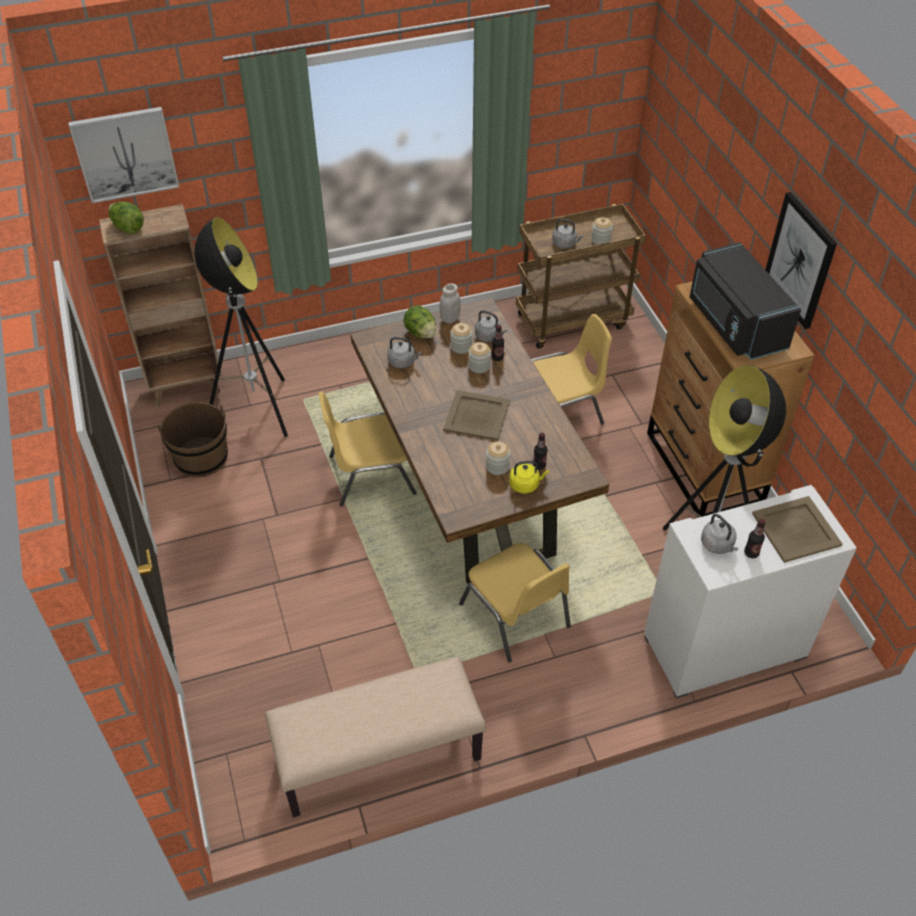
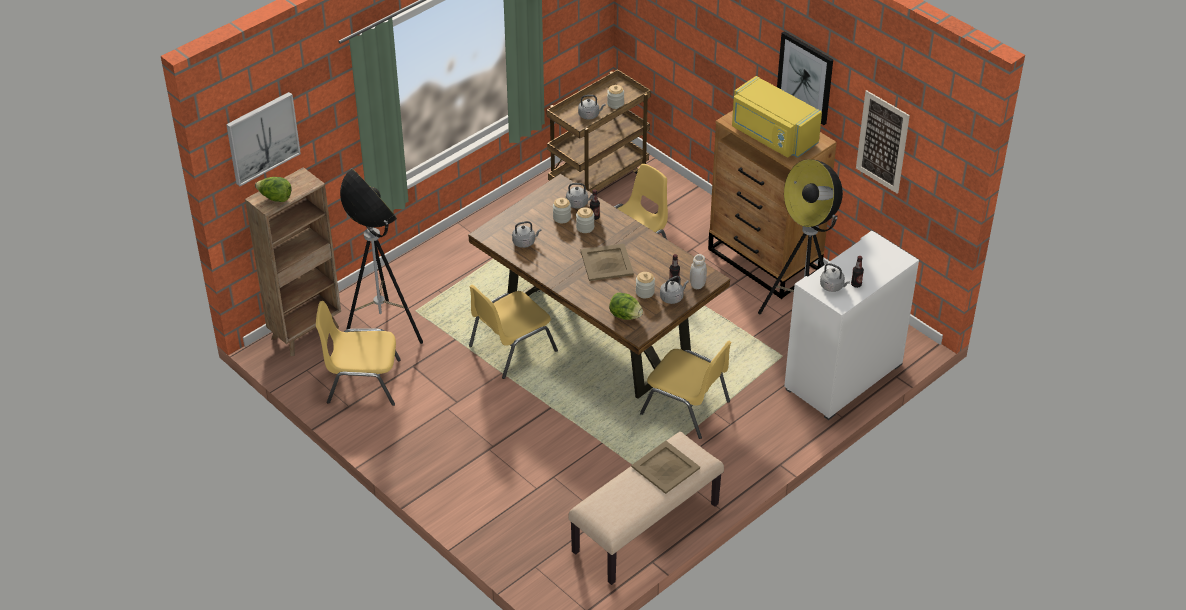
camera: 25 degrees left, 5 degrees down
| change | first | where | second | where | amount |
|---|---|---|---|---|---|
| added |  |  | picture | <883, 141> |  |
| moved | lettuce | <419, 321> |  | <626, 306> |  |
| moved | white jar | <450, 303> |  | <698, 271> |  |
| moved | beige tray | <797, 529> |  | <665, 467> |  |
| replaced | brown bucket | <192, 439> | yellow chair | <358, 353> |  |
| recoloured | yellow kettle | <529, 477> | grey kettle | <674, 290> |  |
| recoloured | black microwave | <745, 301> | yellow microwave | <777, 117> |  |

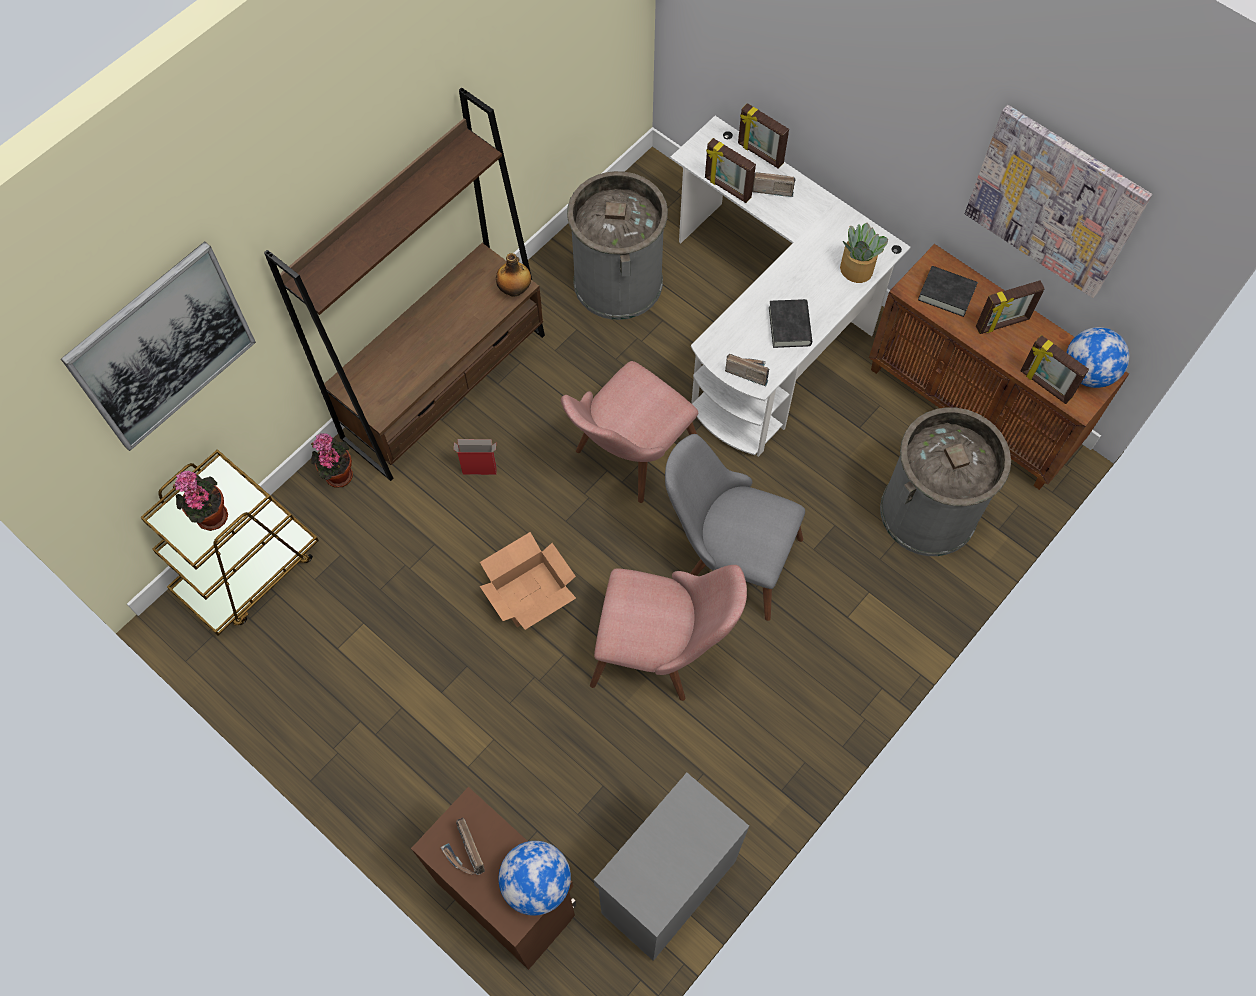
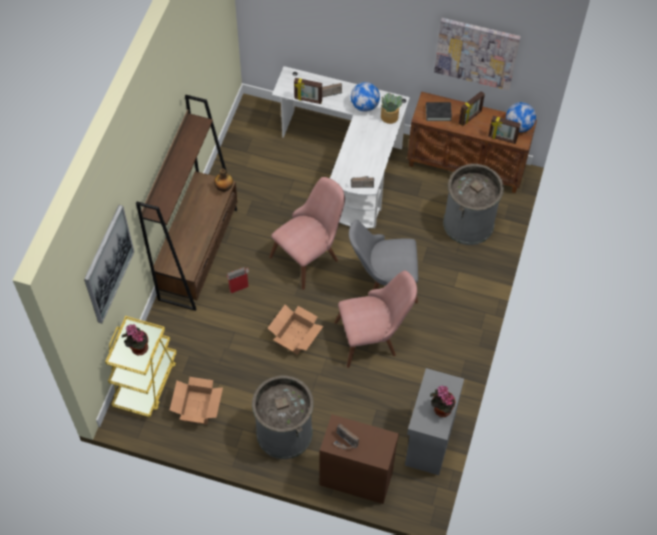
camera: 25 degrees left, 5 degrees down
| change | first | where | second | where | amount |
|---|---|---|---|---|---|
| removed | picture frame | <763, 136> |  |  |  |
| removed | black book | <790, 323> |  |  |  |
| added |  |  | cardboard box | <196, 401> |  |
| moved | potted plant | <332, 460> |  | <442, 401> |  |
| moved | globe | <535, 878> |  | <365, 97> |  |
| moved | grey trash can | <617, 245> |  | <283, 417> |  |
| recoloured | brown cart | <229, 542> | yellow cart | <141, 366> |  |
| turned | pink chair | <629, 432> |  | <307, 233> | 150 degrees counterclockwise |

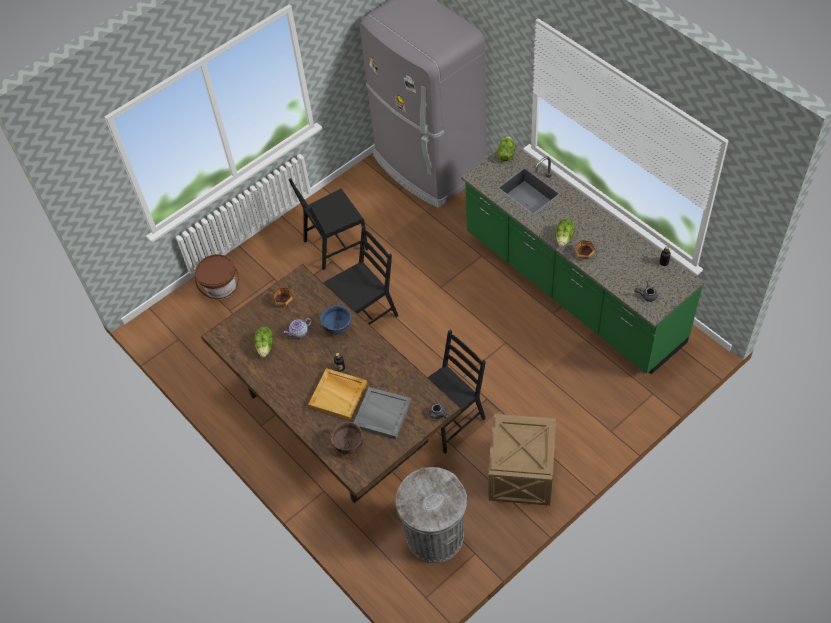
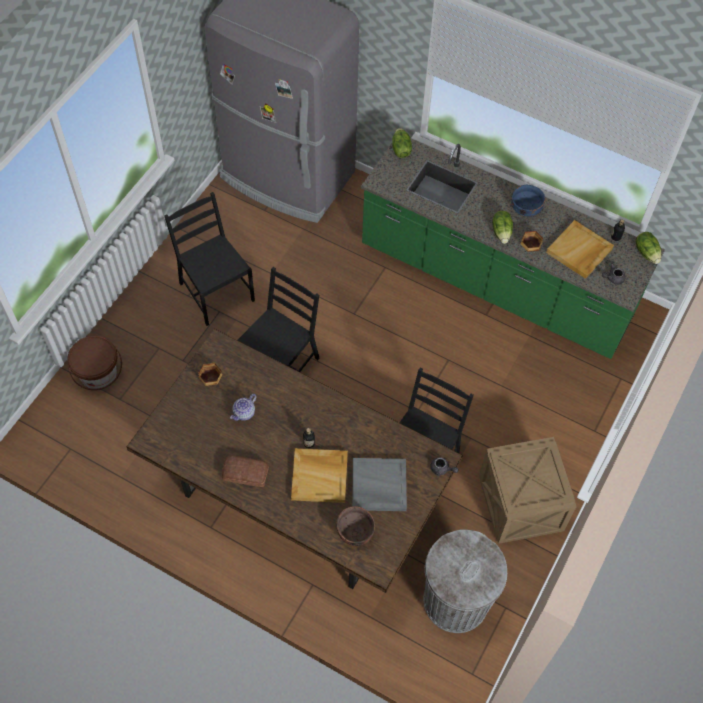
camera: 25 degrees left, 5 degrees up
| change | first | where | second | where | amount |
|---|---|---|---|---|---|
| added |  |  | bread | <245, 471> |  |
| added |  |  | beige tray | <580, 249> |  |
| moved | lettuce | <263, 342> |  | <648, 248> |  |
| moved | blue bowl | <335, 320> |  | <528, 200> |  |
| turned | black chair | <328, 224> |  | <209, 259> | 105 degrees clockwise |

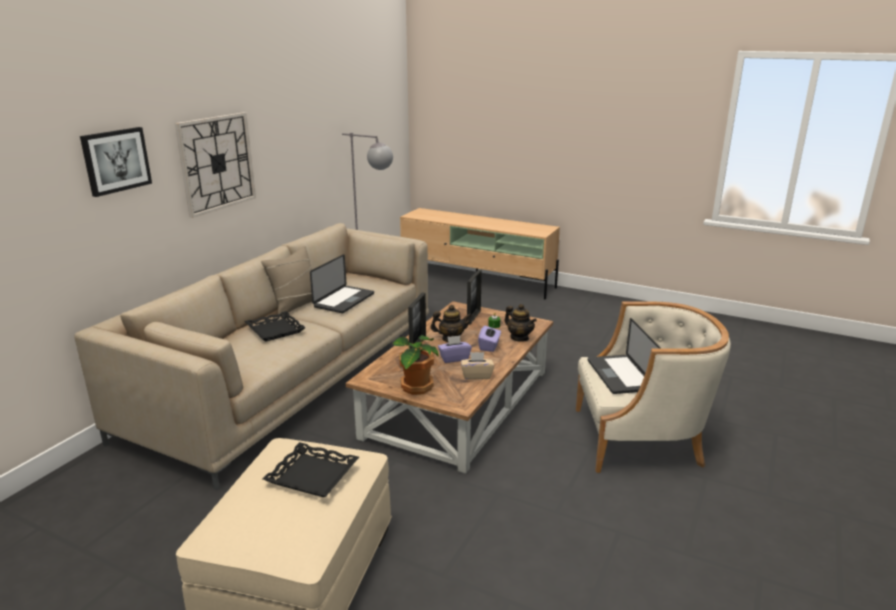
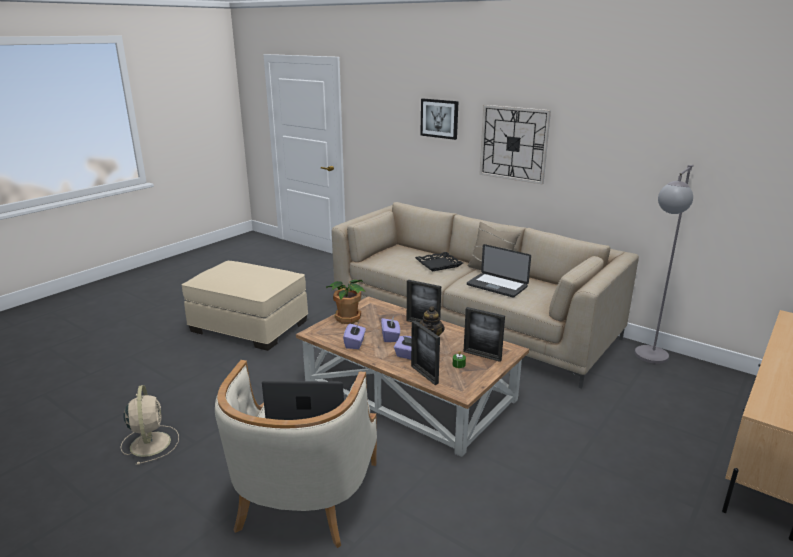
camera: 100 degrees right, 0 degrees up
| change | first | where | second | where | amount |
|---|---|---|---|---|---|
| removed | black tray | <310, 469> |  |  |  |
| added |  |  | beige fan | <149, 425> |  |
| replaced | teapot | <521, 323> | picture frame | <425, 353> |  |
| recoloured | beige tissue box | <477, 366> | purple tissue box | <354, 336> |  |

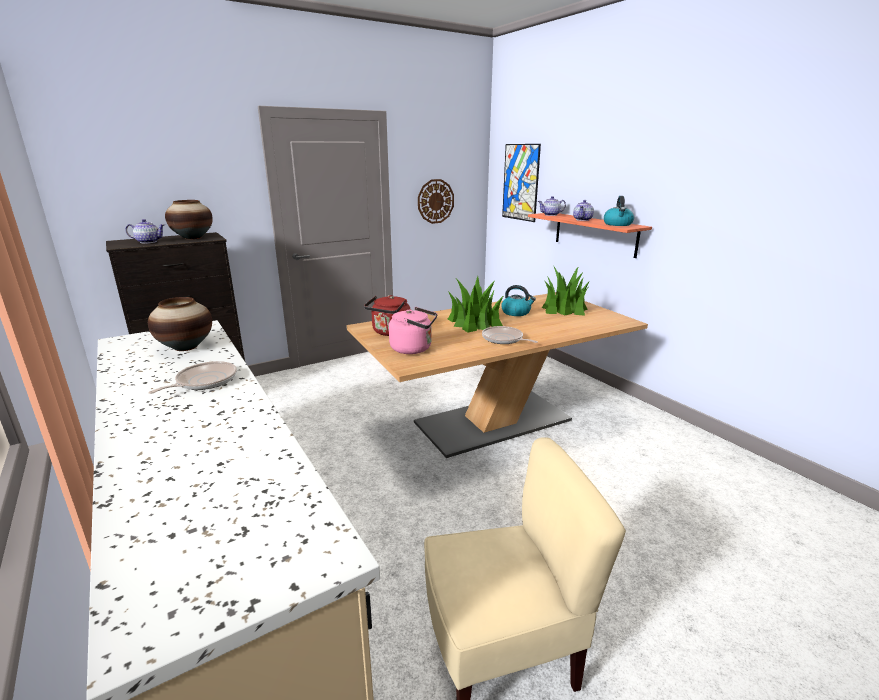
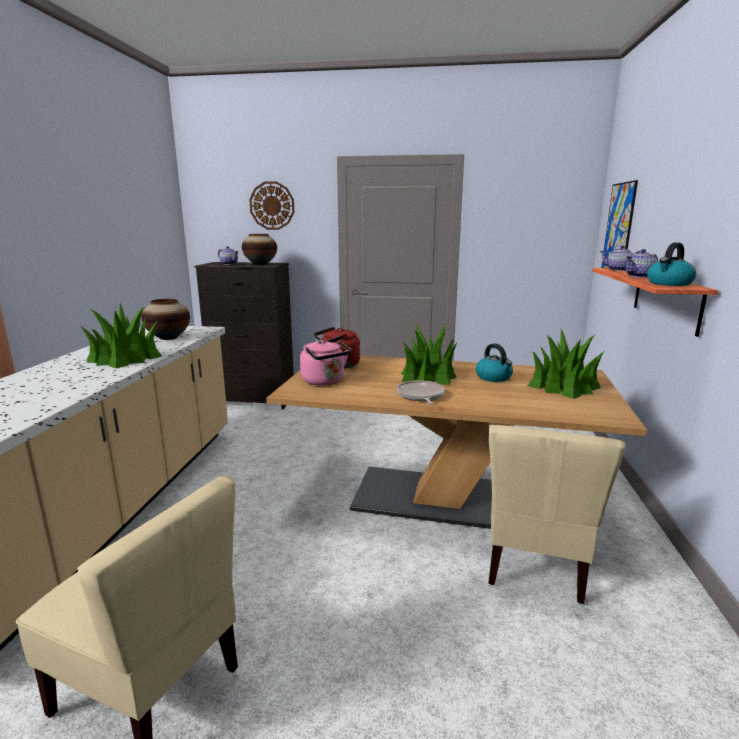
camera: 40 degrees right, 5 degrees down
| change | first | where | second | where | amount |
|---|---|---|---|---|---|
| added |  |  | beige chair | <556, 514> |  |
| moved | wall clock | <436, 201> |  | <271, 205> |  |
| replaced | frying pan | <192, 377> | potted plant | <121, 335> |  |

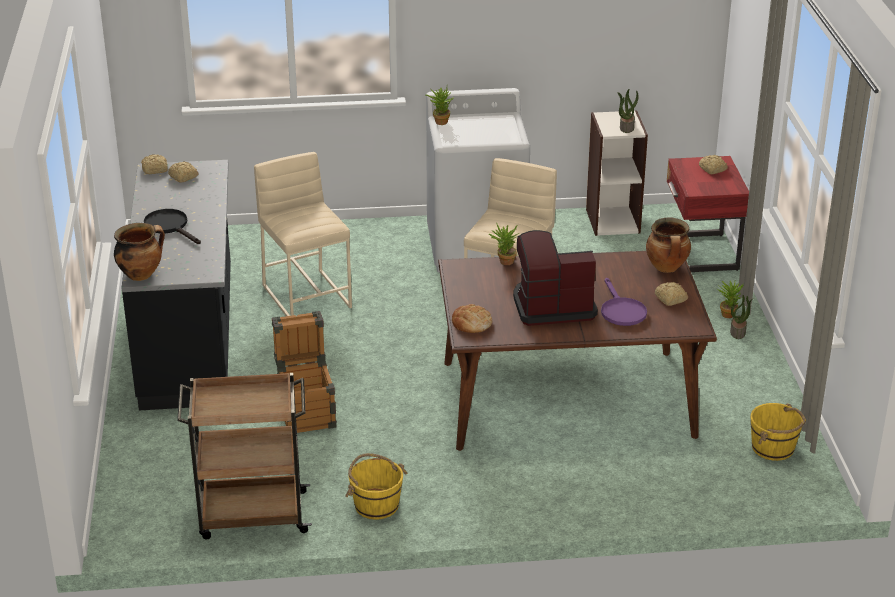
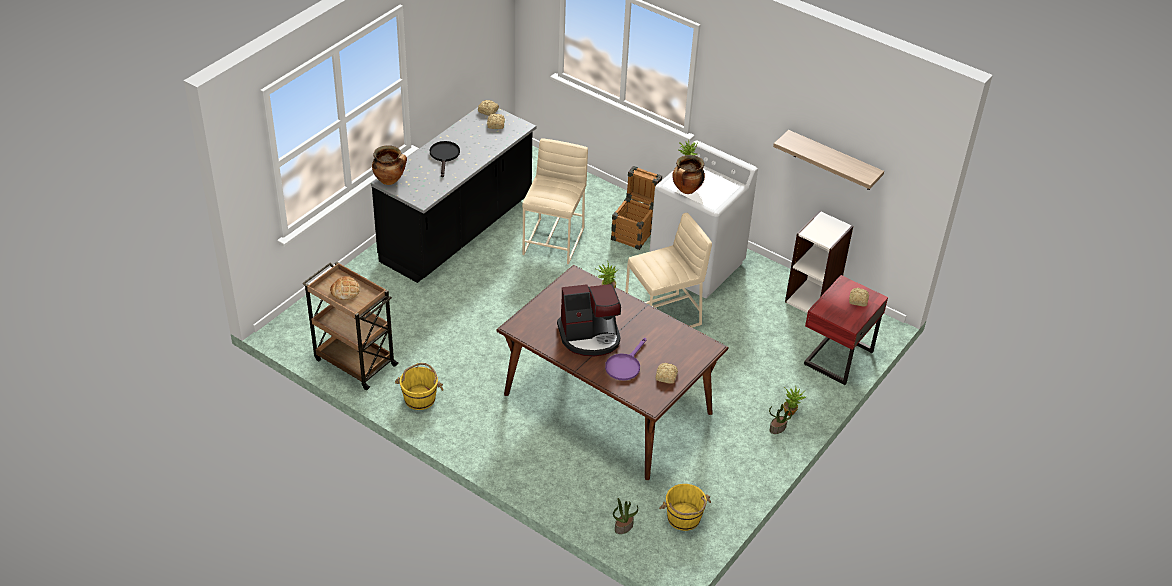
camera: 40 degrees right, 10 degrees up
| change | first | where | second | where | amount |
|---|---|---|---|---|---|
| added |  |  | shelf | <828, 160> |  |
| moved | crate | <304, 372> |  | <636, 208> |  |
| moved | bread | <472, 318> |  | <345, 288> |  |
| moved | potted plant | <628, 111> |  | <625, 516> |  |
| moved | cooking pot | <668, 245> |  | <688, 174> |  |
| turned | coffee machine | <555, 278> |  | <589, 320> | 135 degrees clockwise |

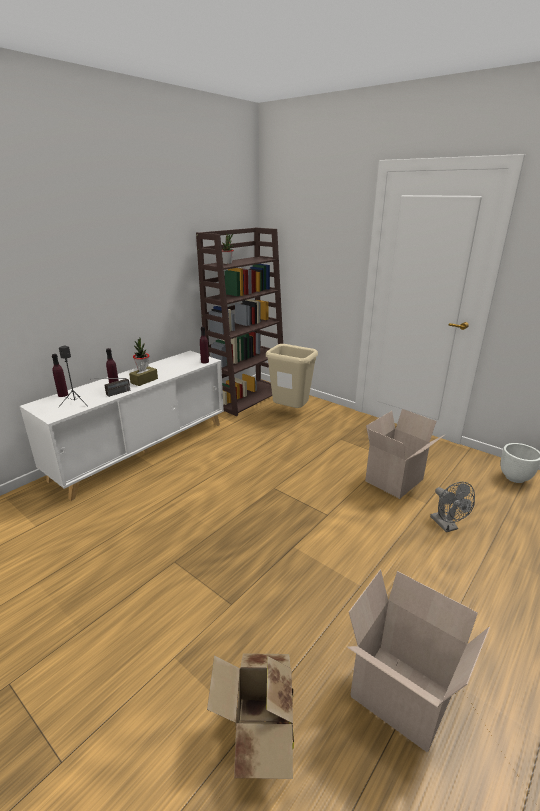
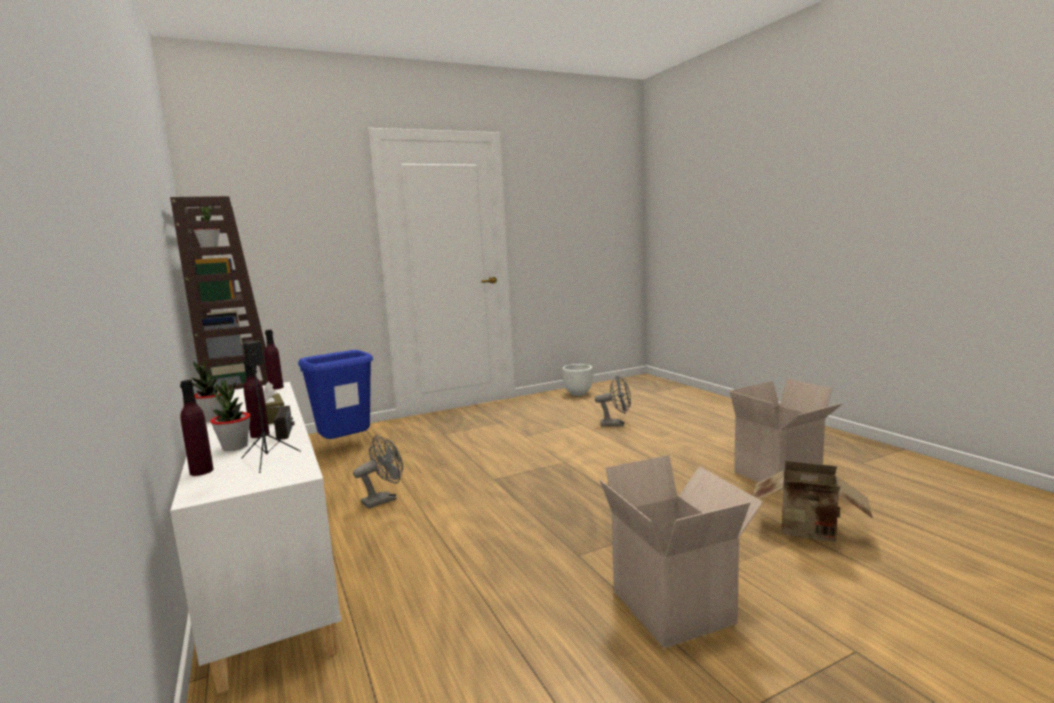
camera: 65 degrees left, 15 degrees down
| change | first | where | second | where | amount |
|---|---|---|---|---|---|
| added |  |  | potted plant | <230, 415> |  |
| added |  |  | grey fan | <378, 472> |  |
| moved | cardboard box | <405, 454> |  | <681, 551> |  |
| recoloured | beige trash can | <292, 376> | blue trash can | <335, 394> |  |

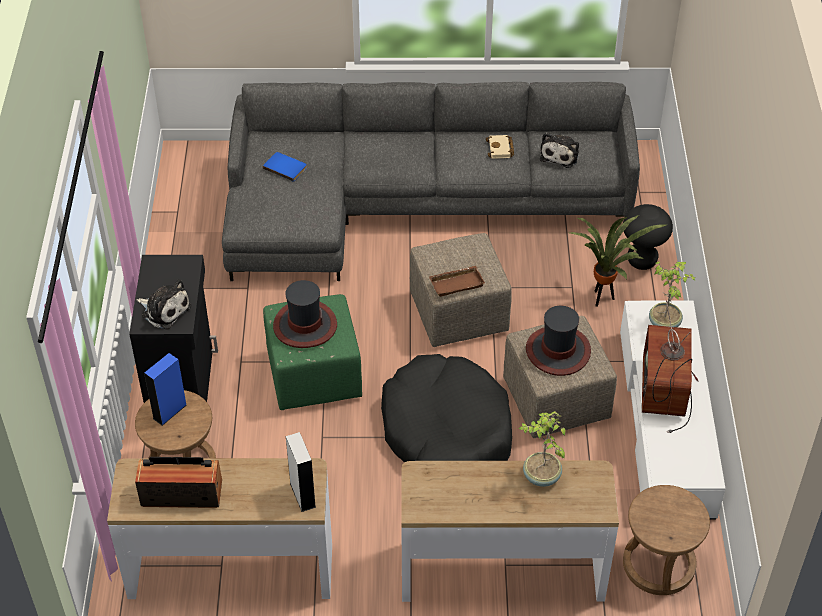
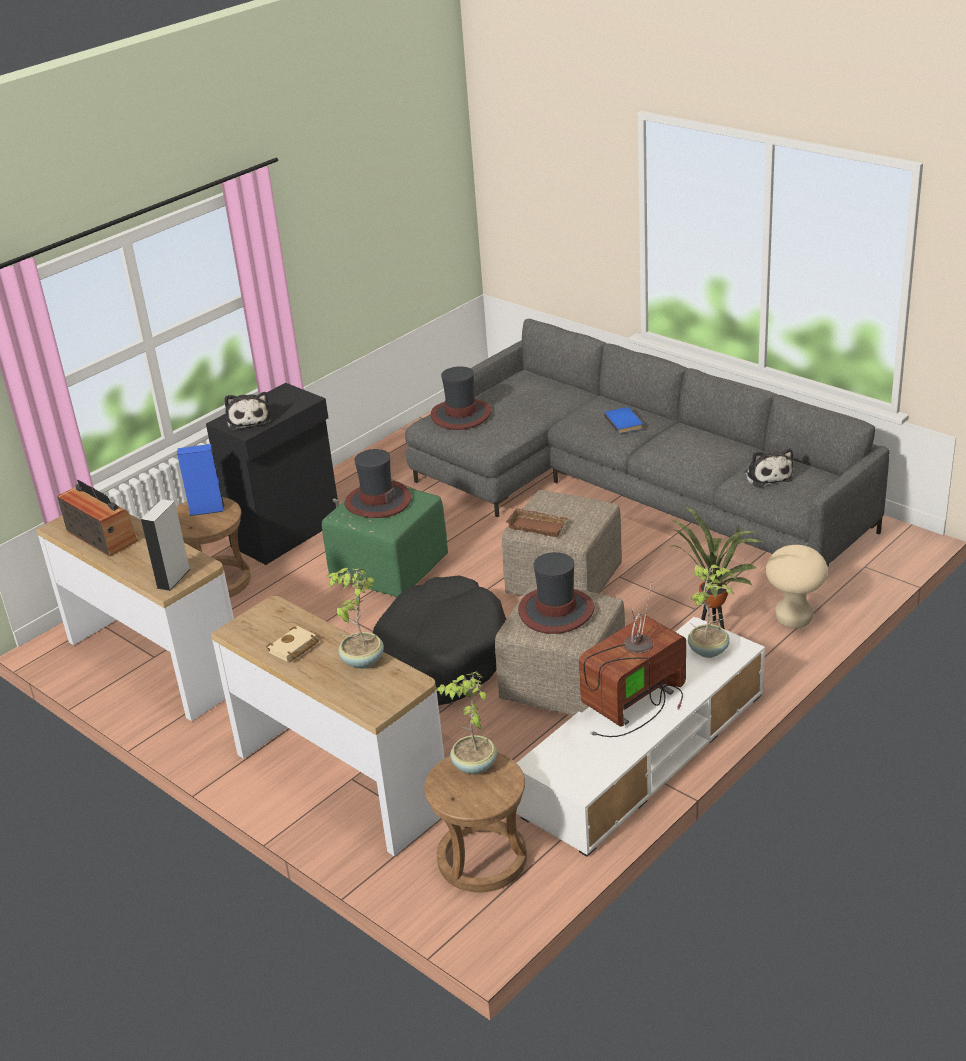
camera: 45 degrees right, 15 degrees down
| change | first | where | second | where | amount |
|---|---|---|---|---|---|
| added |  |  | hat | <461, 398> |  |
| added |  |  | potted plant | <466, 722> |  |
| moved | blue book | <285, 167> |  | <623, 420> |  |
| moved | beige book | <500, 147> |  | <292, 644> |  |
| recoloured | black stool | <648, 237> | beige stool | <797, 586> |  |
| turned | plush toy | <559, 150> |  | <768, 468> | 75 degrees counterclockwise |

